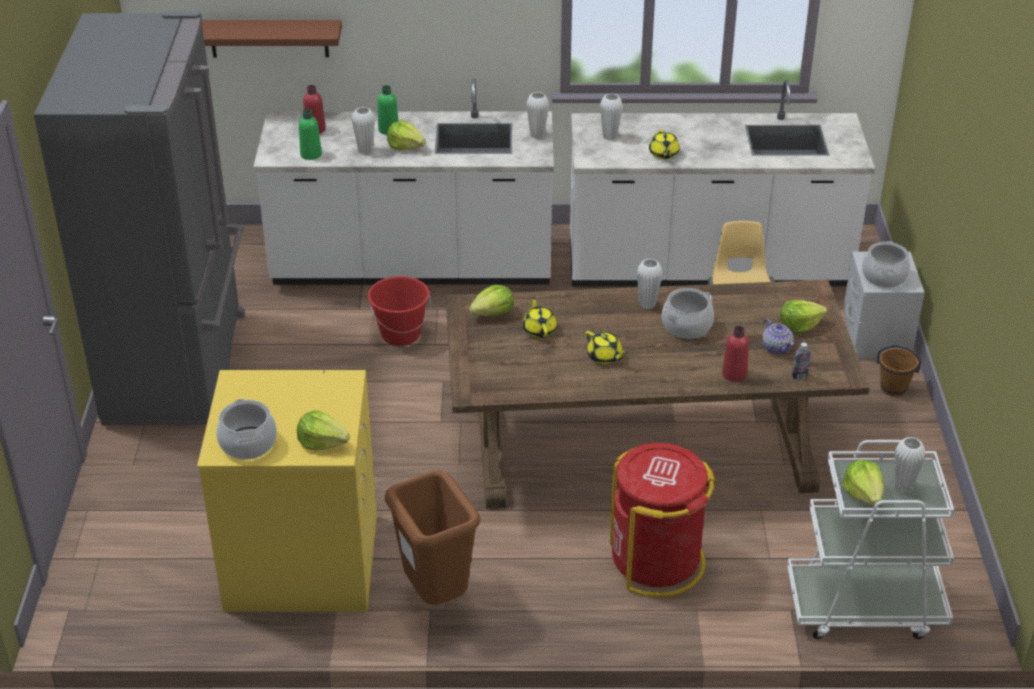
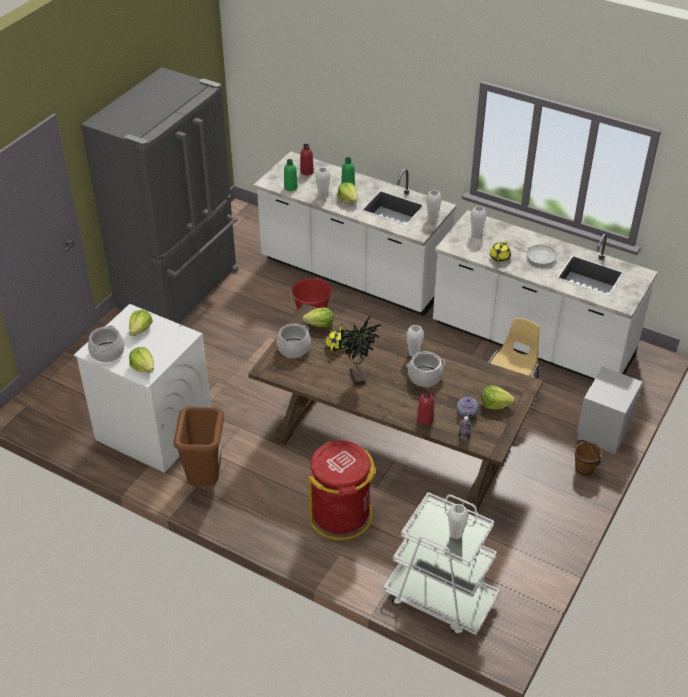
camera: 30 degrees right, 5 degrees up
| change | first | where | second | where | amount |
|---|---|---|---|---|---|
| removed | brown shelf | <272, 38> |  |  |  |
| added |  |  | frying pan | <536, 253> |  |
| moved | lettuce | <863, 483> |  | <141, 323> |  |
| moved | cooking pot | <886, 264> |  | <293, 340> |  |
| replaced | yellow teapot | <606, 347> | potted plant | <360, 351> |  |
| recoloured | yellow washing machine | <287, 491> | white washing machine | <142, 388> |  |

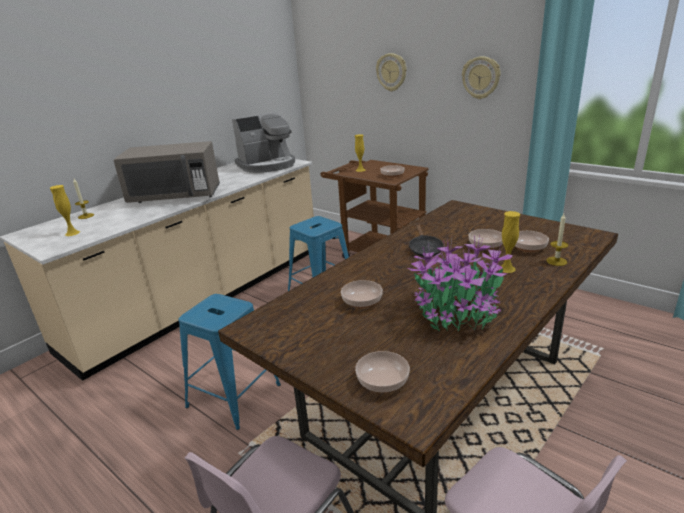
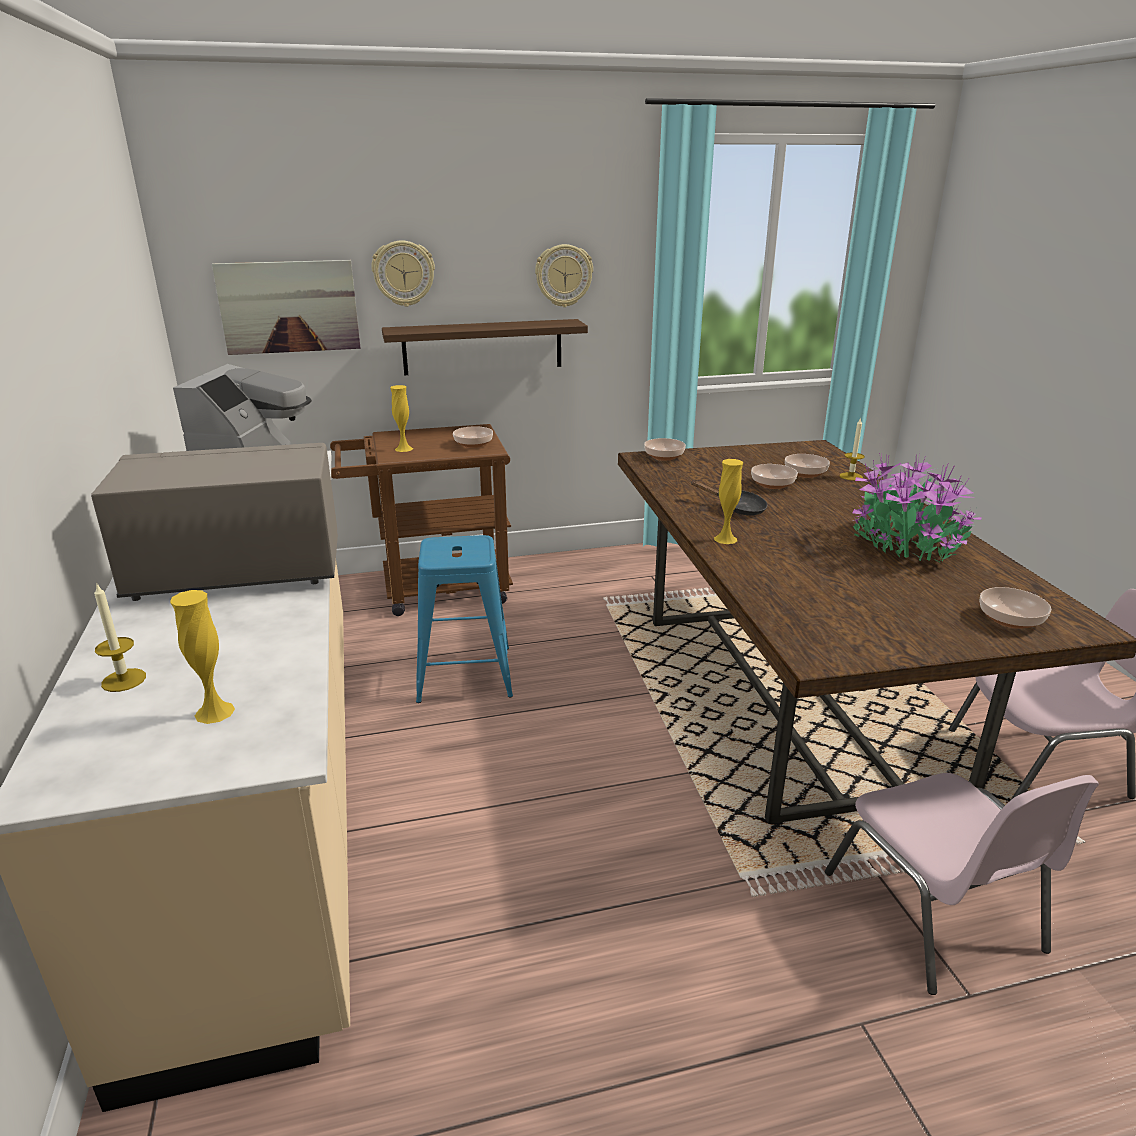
camera: 55 degrees left, 0 degrees up
| change | first | where | second | where | amount |
|---|---|---|---|---|---|
| removed | blue stool | <230, 362> |  |  |  |
| added |  |  | picture | <286, 307> |  |
| added |  |  | shelf | <485, 347> |  |
| moved | bowl | <362, 294> |  | <665, 449> |  |
| moved | yellow vase | <510, 242> |  | <728, 501> |  |
| turned | grey microwave | <167, 172> |  | <214, 522> | 135 degrees counterclockwise |

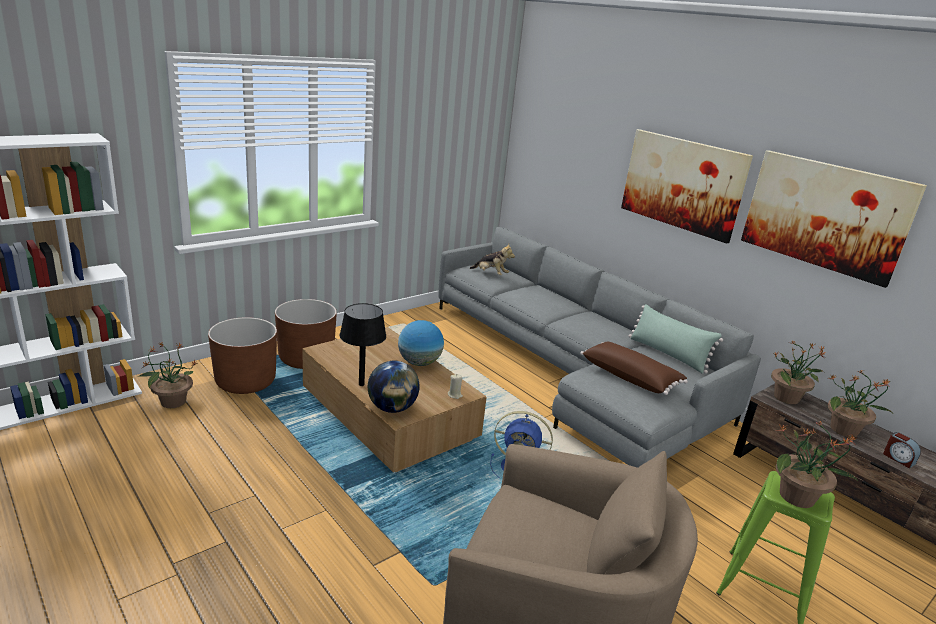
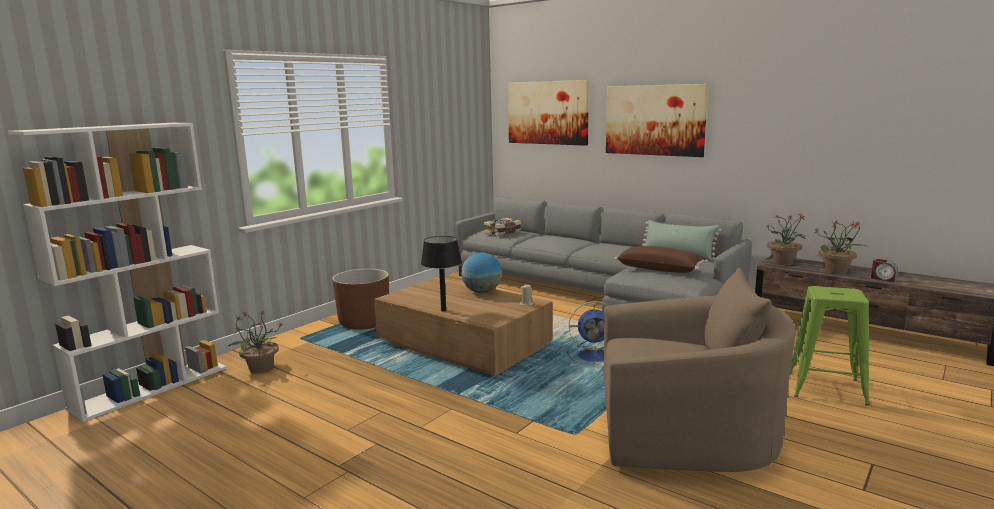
camera: 10 degrees left, 10 degrees down
| change | first | where | second | where | amount |
|---|---|---|---|---|---|
| removed | brown planter | <242, 355> |  |  |  |
| removed | globe | <394, 387> |  |  |  |
| removed | potted plant | <816, 464> |  |  |  |
| moved | picture | <834, 219> |  | <548, 113> |  |
| replaced | plush toy | <492, 259> | book | <502, 227> |  |

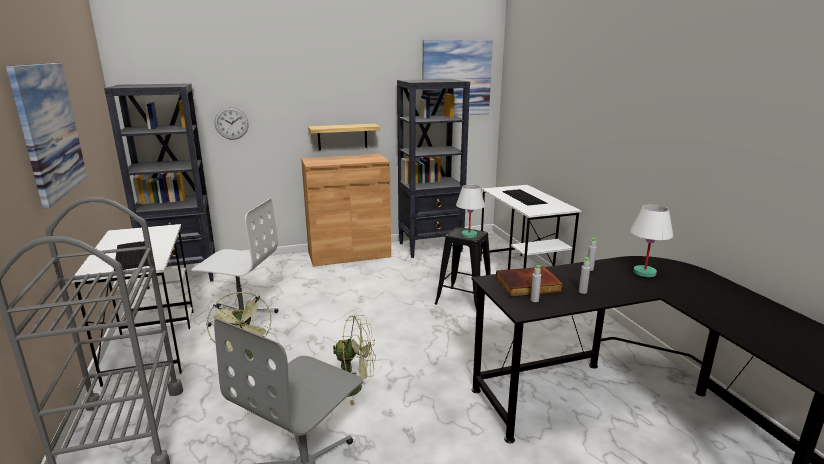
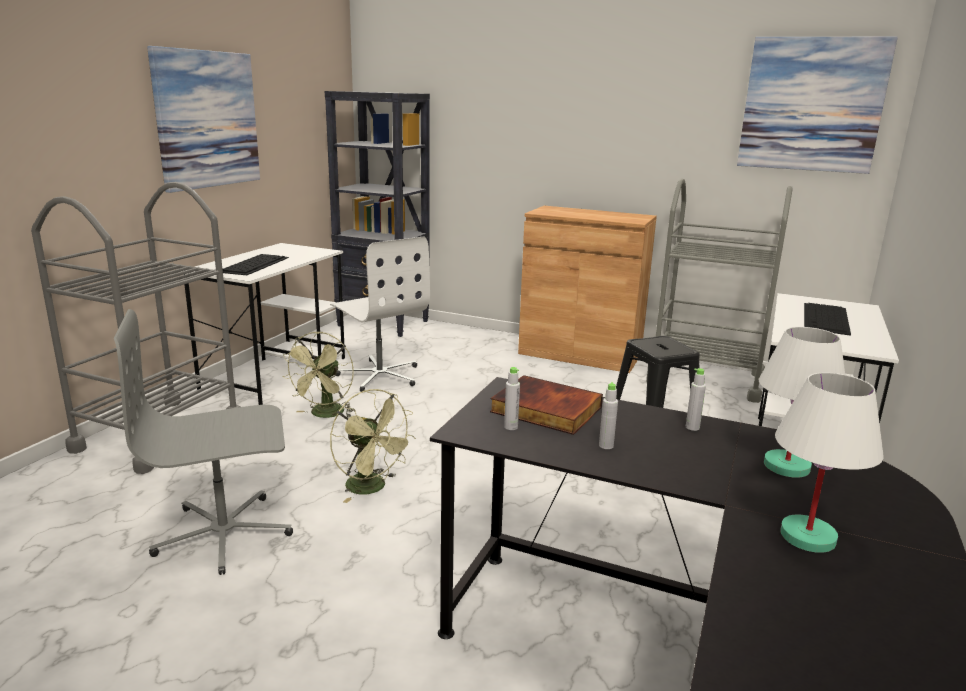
camera: 40 degrees right, 0 degrees up
| change | first | where | second | where | amount |
|---|---|---|---|---|---|
| removed | wall clock | <232, 123> |  |  |  |
| removed | shelf | <344, 137> |  |  |  |
| moved | white table lamp | <470, 211> |  | <829, 462> |  |
| replaced | black bookcase | <433, 168> | grey cart | <719, 290> |  |

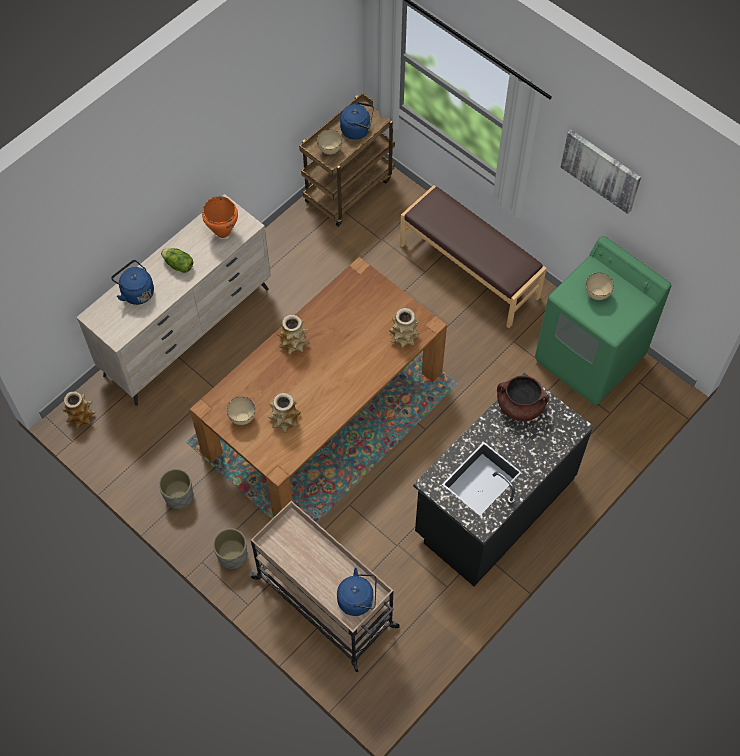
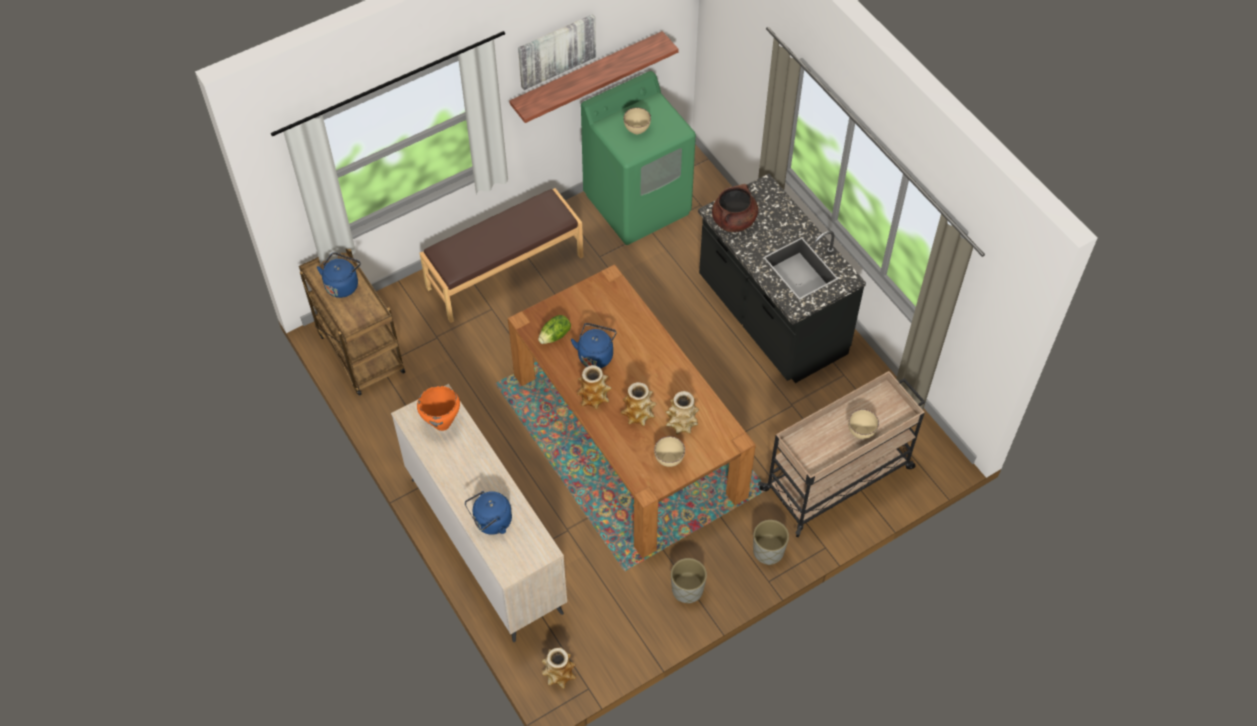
camera: 75 degrees left, 5 degrees down
| change | first | where | second | where | amount |
|---|---|---|---|---|---|
| added |  |  | shelf | <594, 77> |  |
| moved | lettuce | <177, 260> |  | <554, 329> |  |
| moved | beige bowl | <329, 142> |  | <863, 424> |  |
| moved | blue kettle | <356, 592> |  | <594, 345> |  |
| moved | vase | <404, 328> |  | <638, 404> |  |

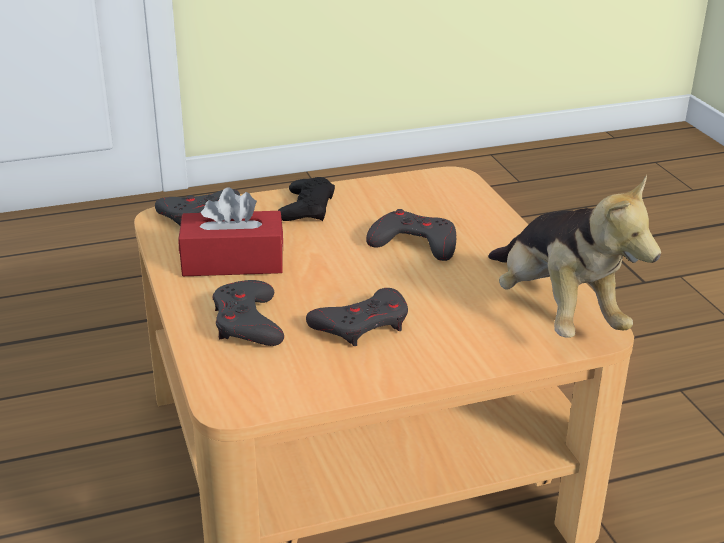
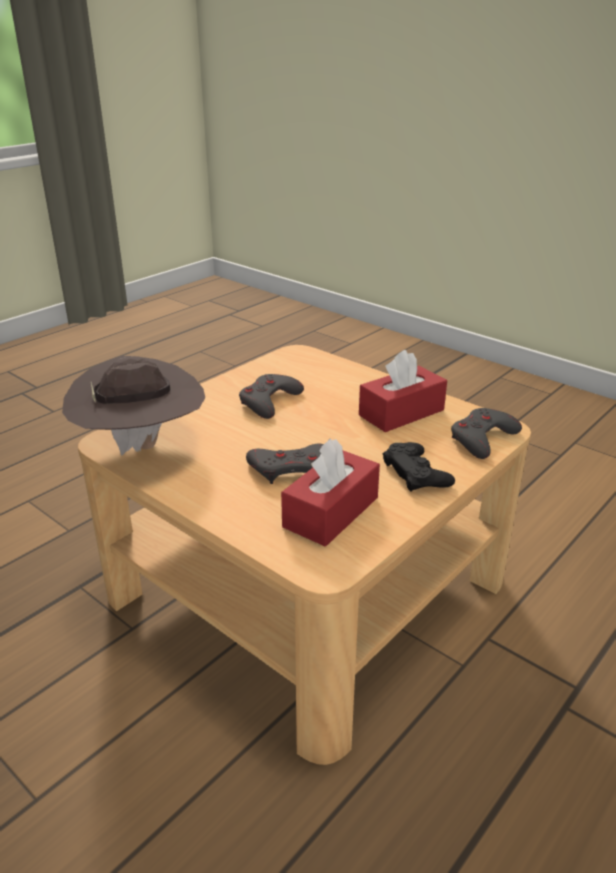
camera: 150 degrees right, 0 degrees up
| change | first | where | second | where | amount |
|---|---|---|---|---|---|
| removed | grey game controller | <248, 313> |  |  |  |
| added |  |  | red tissue box | <330, 492> |  |
| replaced | plush toy | <574, 256> | brown hat | <133, 406> |  |

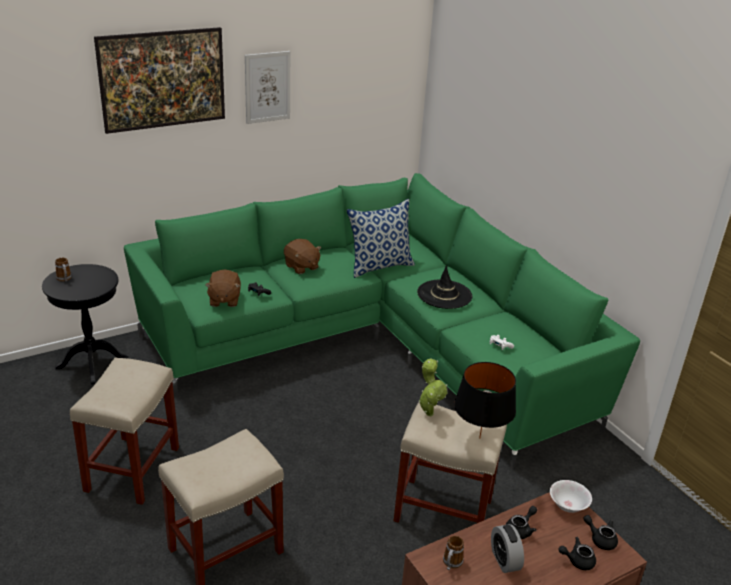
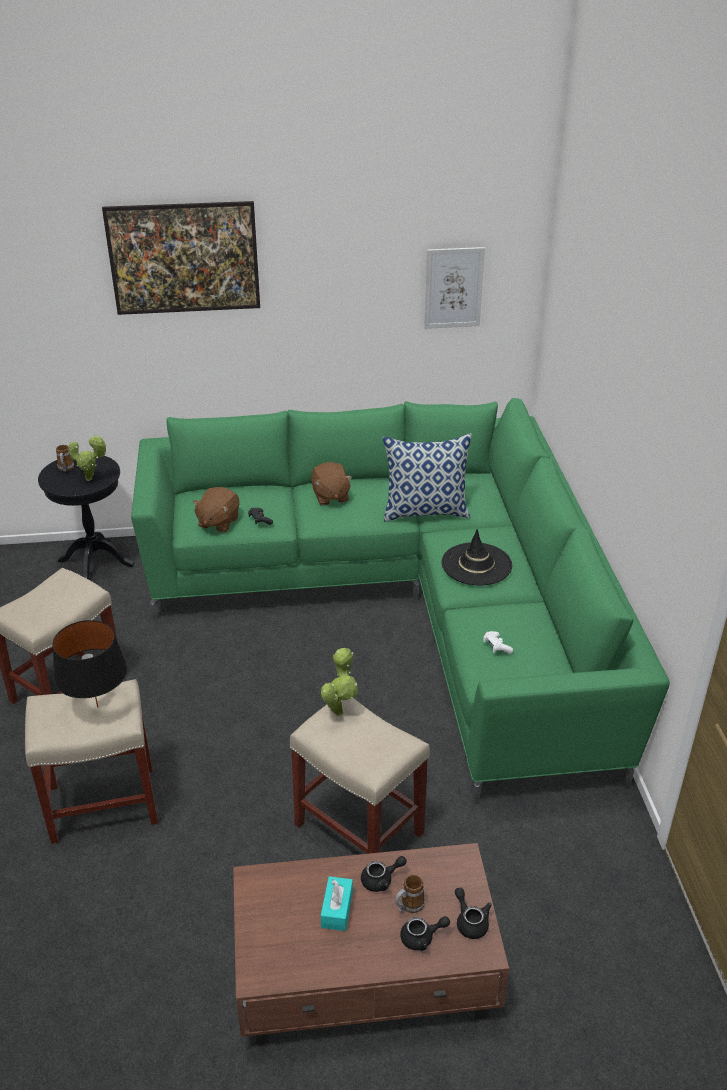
camera: 25 degrees right, 5 degrees up
| change | first | where | second | where | amount |
|---|---|---|---|---|---|
| removed | white bowl | <571, 496> |  |  |  |
| added |  |  | potted plant | <87, 458> |  |
| moved | picture | <267, 87> |  | <454, 288> |  |
| moved | mug | <453, 552> |  | <410, 894> |  |
| moved | black table lamp | <485, 400> |  | <90, 663> |  |
| replaced | alarm clock | <507, 548> | turquoise tissue box | <337, 903> |  |
| turned | black teapot | <577, 553> |  | <425, 933> | 150 degrees clockwise |

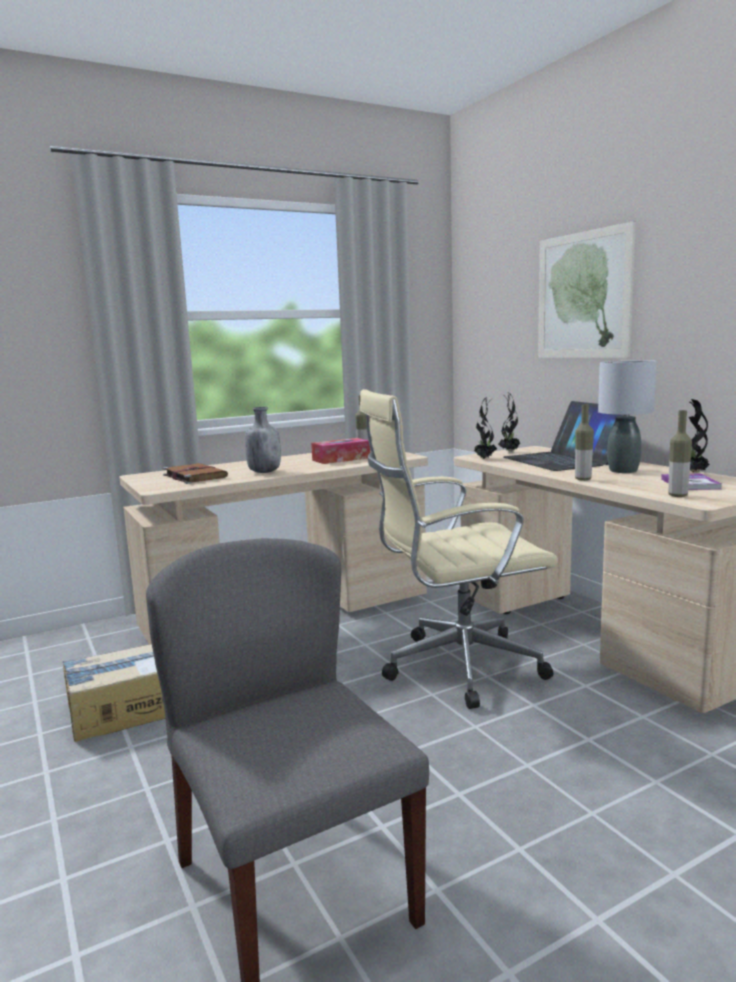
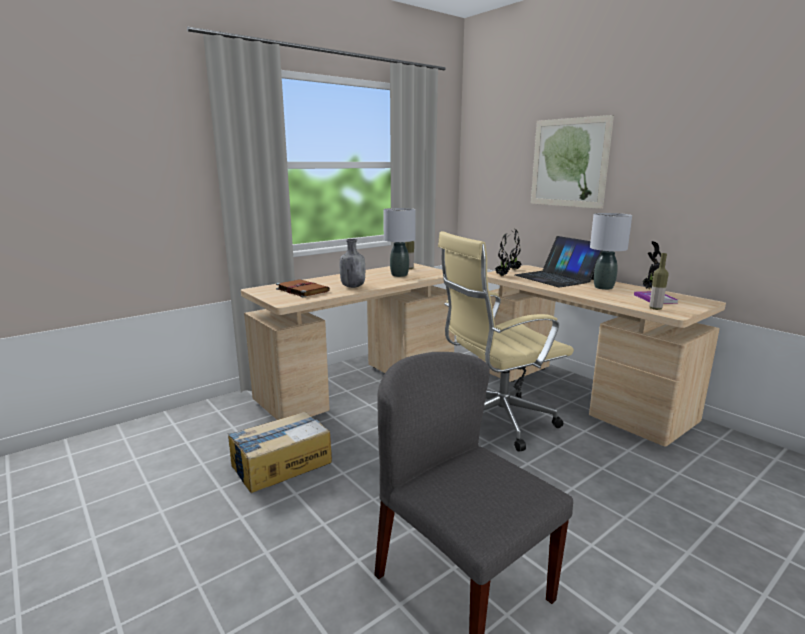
camera: 10 degrees left, 5 degrees up
| change | first | where | second | where | amount |
|---|---|---|---|---|---|
| removed | bottle | <584, 442> |  |  |  |
| replaced | tissue box | <340, 451> | grey table lamp | <399, 242> |  |

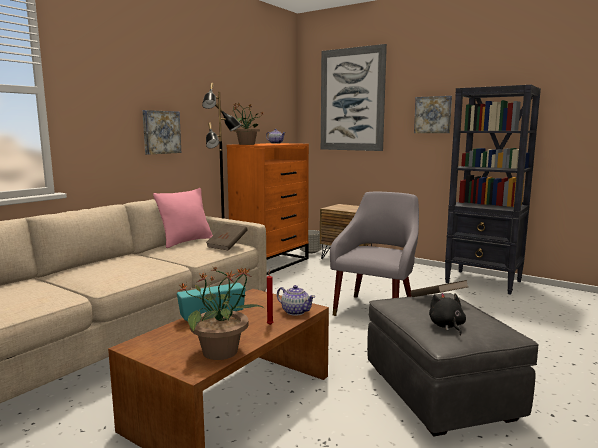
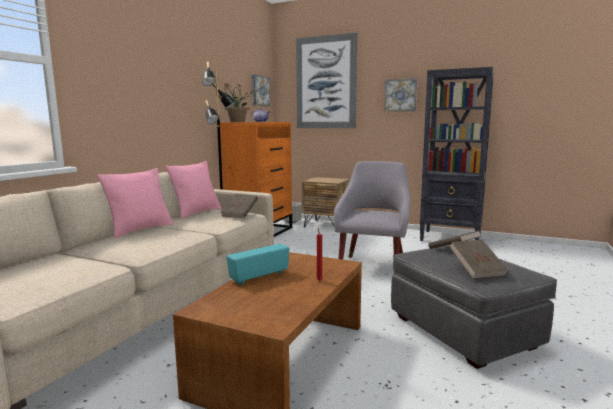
camera: 10 degrees left, 0 degrees up
| change | first | where | second | where | amount |
|---|---|---|---|---|---|
| removed | potted plant | <221, 313> |  |  |  |
| removed | teapot | <296, 300> |  |  |  |
| added |  |  | pink pillow | <135, 203> |  |
| moved | picture | <162, 132> |  | <261, 90> |  |
| replaced | black plush toy | <447, 314> | brown book | <479, 259> |  |

